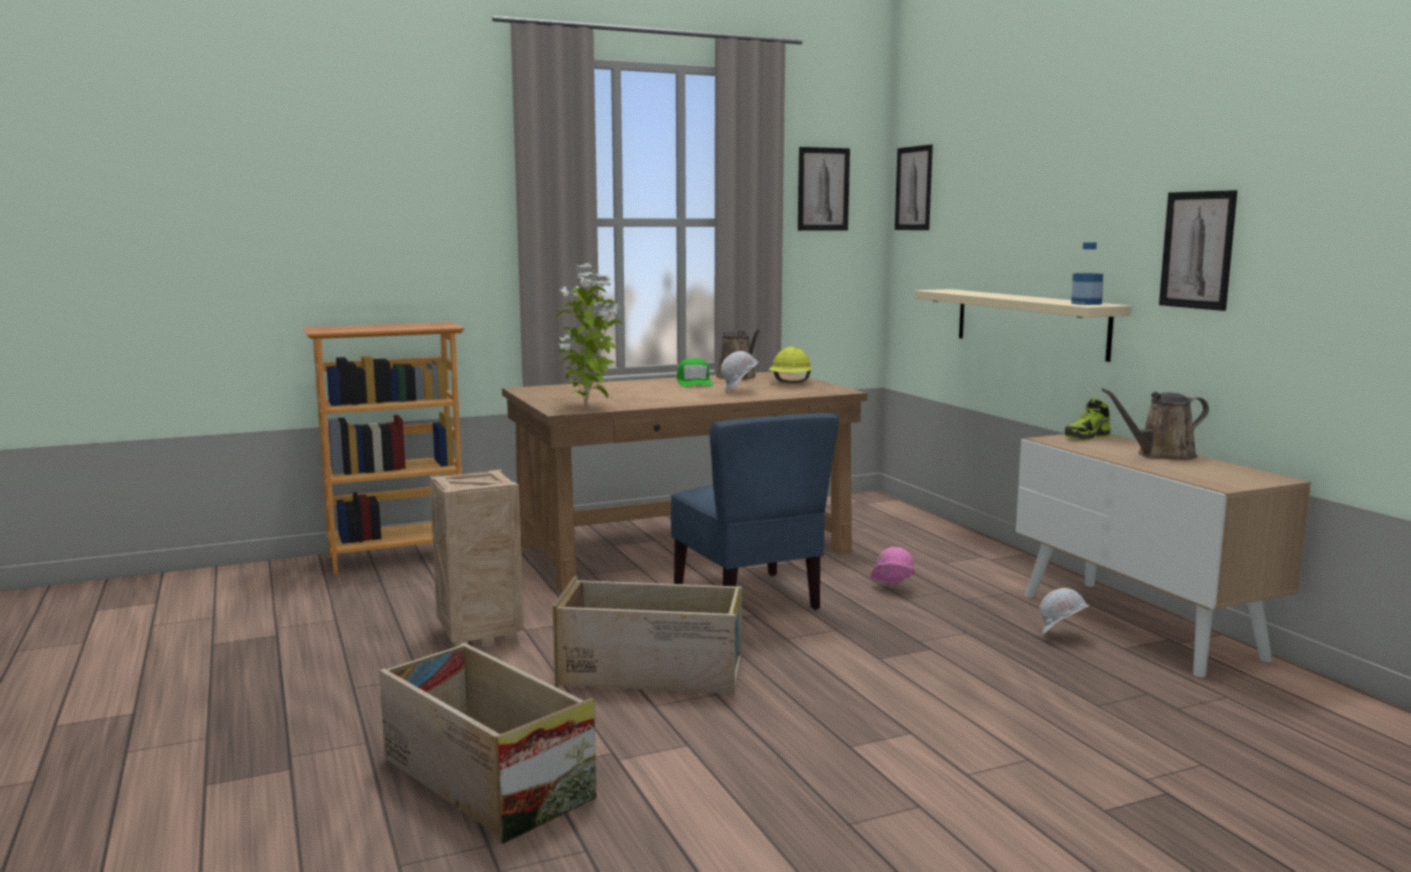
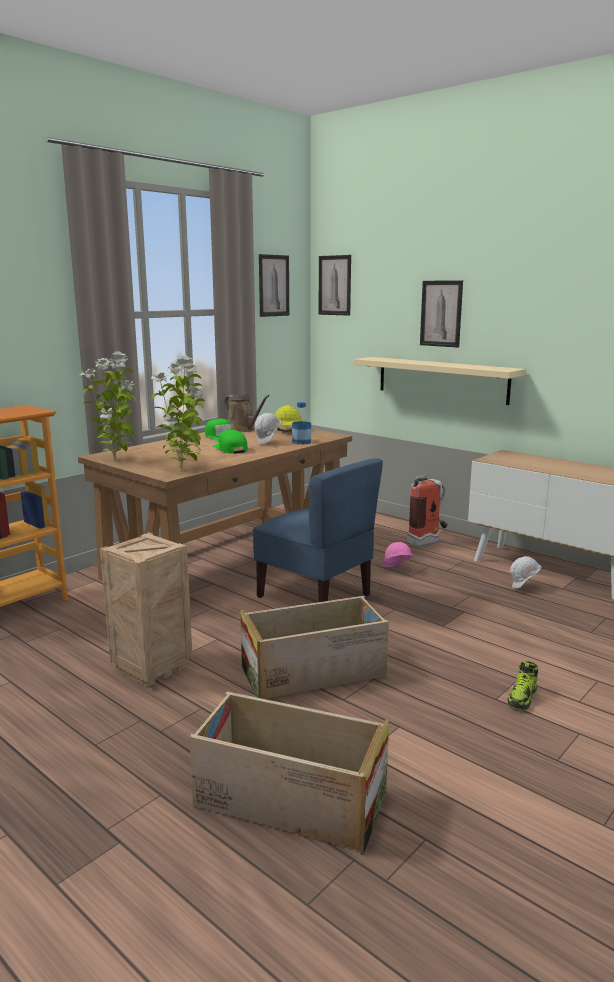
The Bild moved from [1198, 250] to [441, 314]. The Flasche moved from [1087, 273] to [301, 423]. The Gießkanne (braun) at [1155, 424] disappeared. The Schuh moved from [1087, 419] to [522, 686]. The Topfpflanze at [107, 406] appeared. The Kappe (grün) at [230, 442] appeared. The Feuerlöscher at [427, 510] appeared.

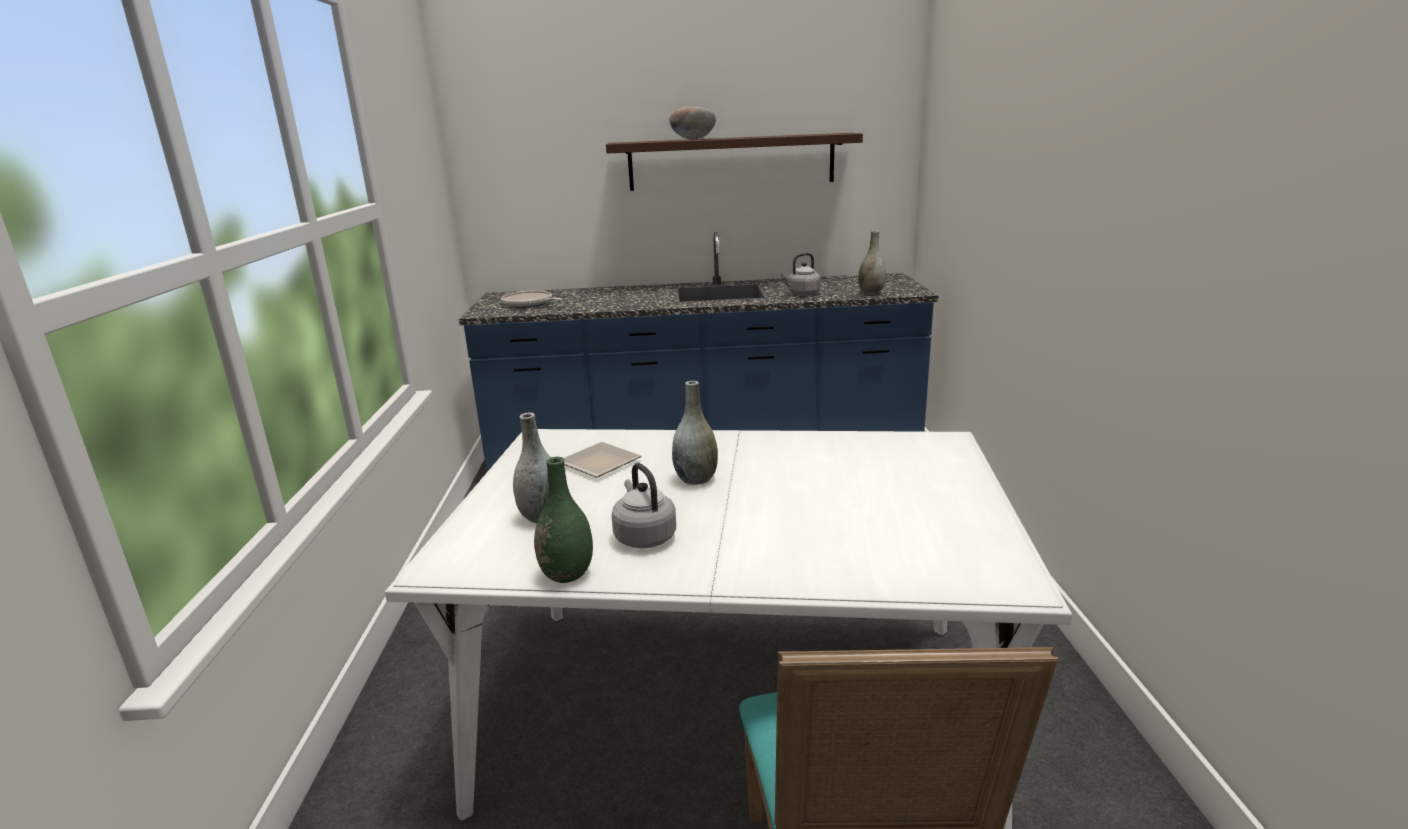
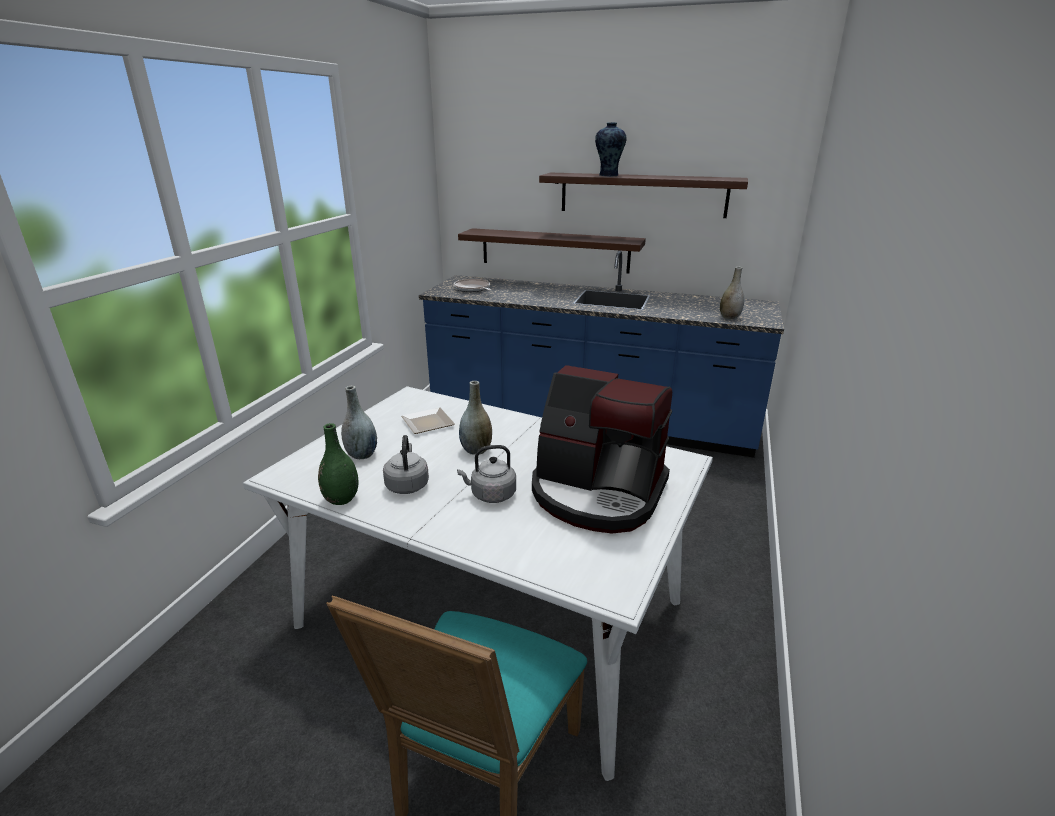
The Schüssel at [692, 123] was replaced by the Vase at [610, 149]. The Wasserkessel (grau) moved from [801, 274] to [486, 474]. The Wandregal at [552, 250] appeared. The Kaffeemaschine at [602, 449] appeared.

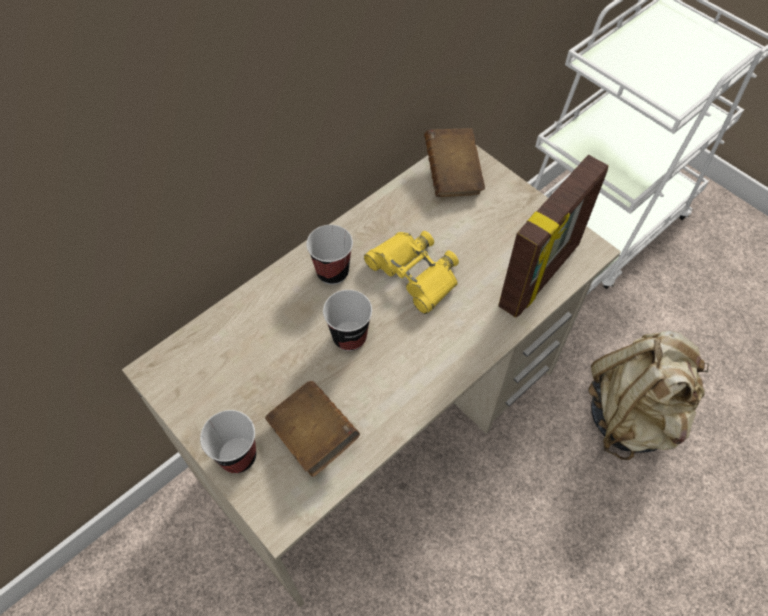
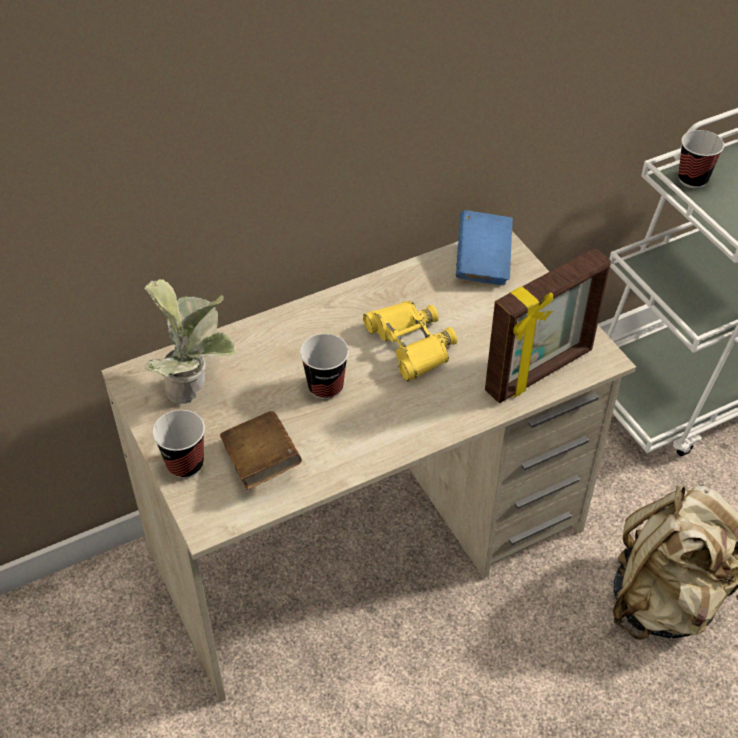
The Buch (braun) at [454, 162] became the Buch (blau) at [484, 247]. The Tasse moved from [330, 255] to [701, 159]. The Topfpflanze at [189, 341] appeared.

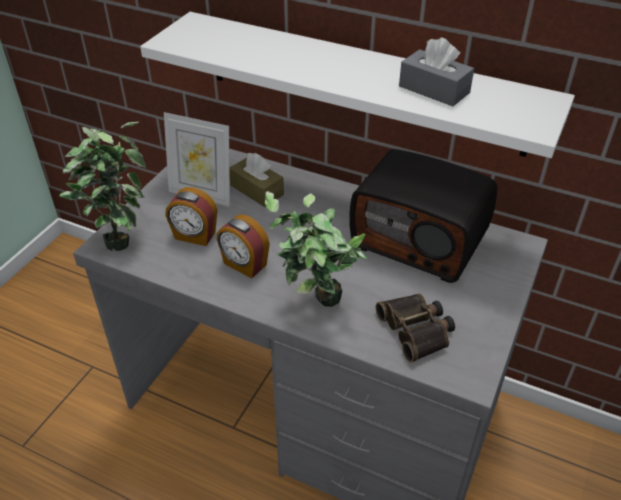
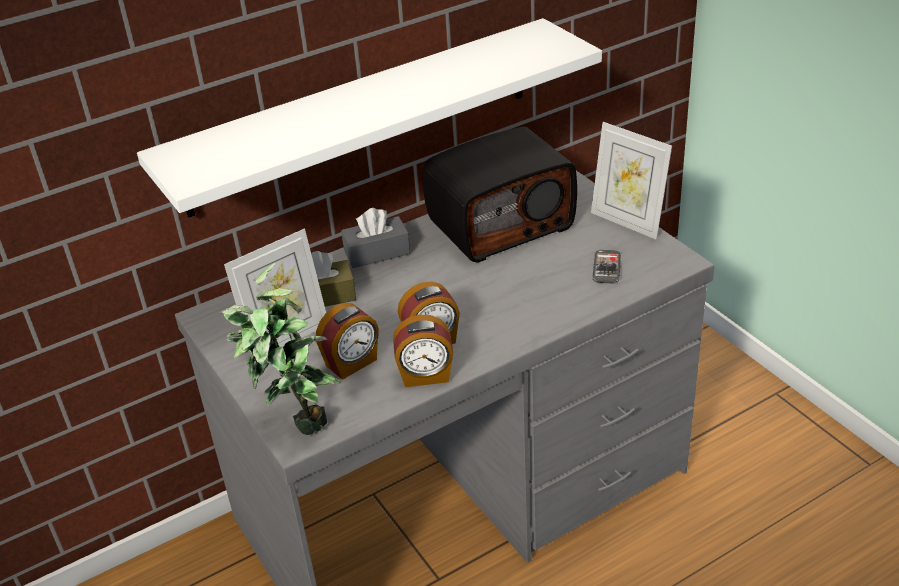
The Taschentuchbox (grau) moved from [436, 72] to [375, 238]. The Topfpflanze at [316, 249] disappeared. The Fernglas at [415, 328] was replaced by the Handy at [607, 267]. The Bilderrahmen at [631, 180] appeared. The Wecker at [423, 351] appeared.

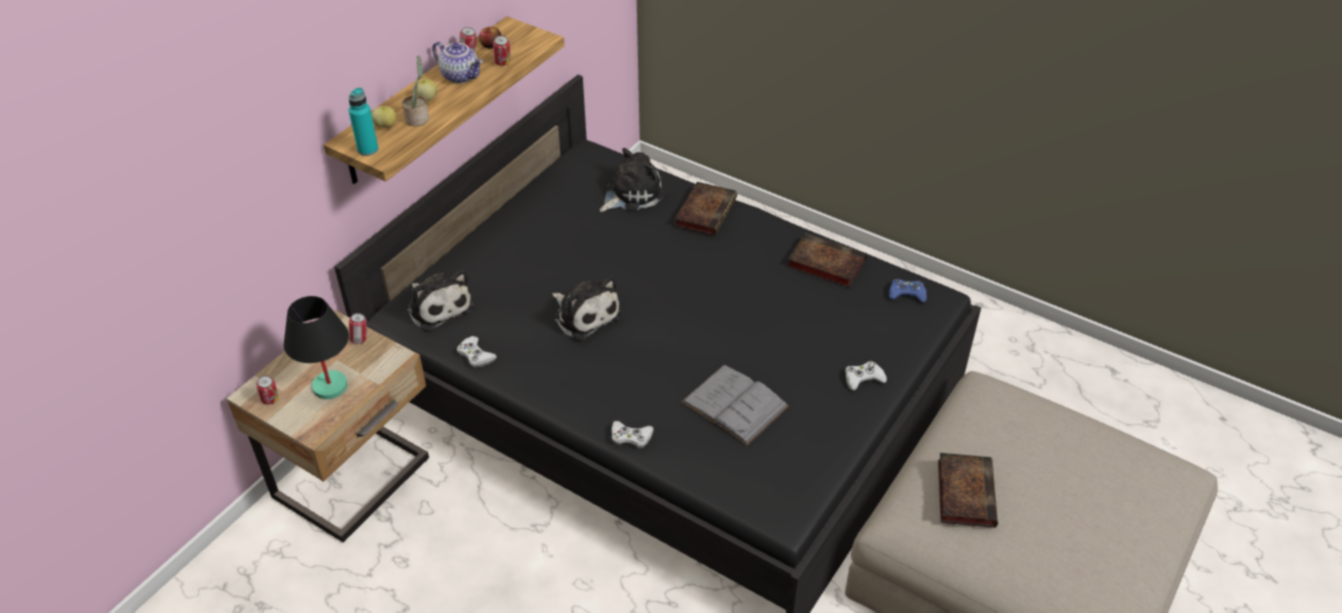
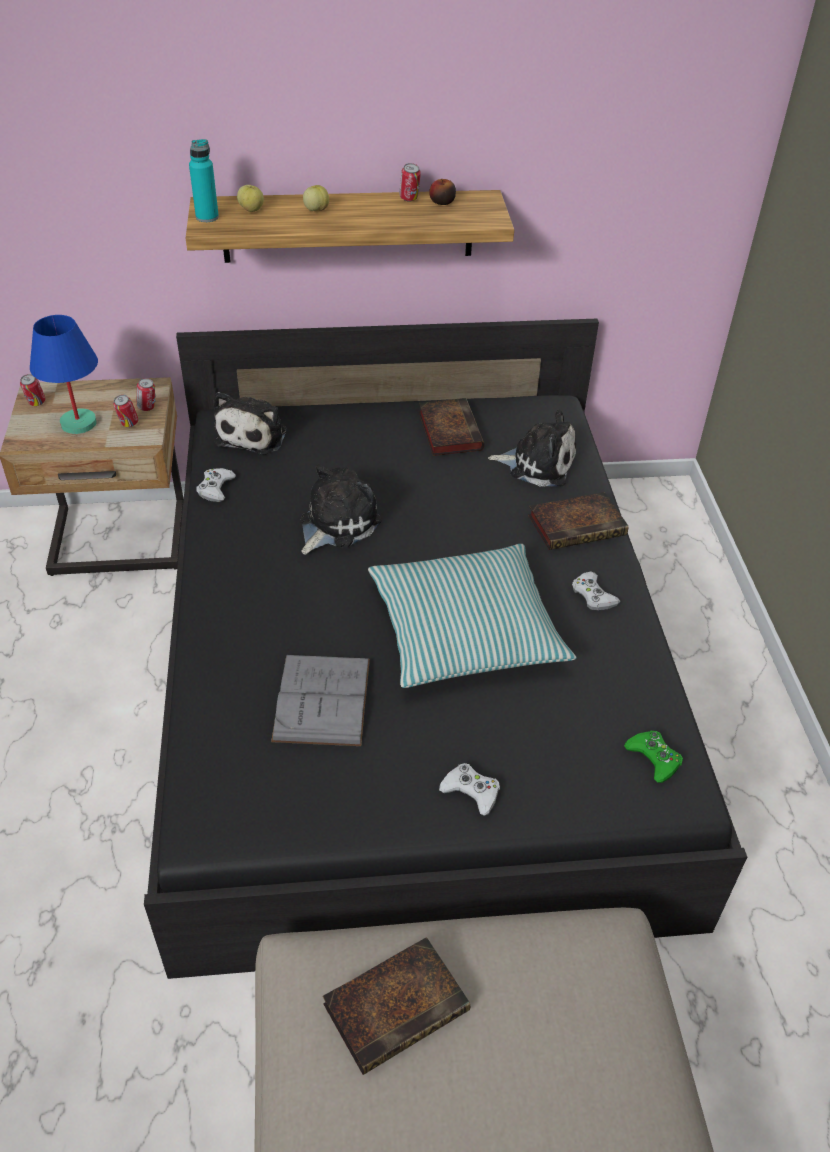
The Dose moved from [501, 50] to [125, 411]. The Teekanne at [457, 63] disappeared. The Topfpflanze at [415, 91] disappeared. The Buch moved from [827, 260] to [451, 427]. The Plüschtier at [587, 308] turned 150 degrees counterclockwise. The Gamepad (blau) at [908, 290] became the Gamepad (grün) at [653, 757]. The Tischlampe (schwarz) at [316, 347] became the Tischlampe (blau) at [64, 374]. The Gamepad (weiß) moved from [632, 434] to [596, 591]. The Kissen at [472, 616] appeared.

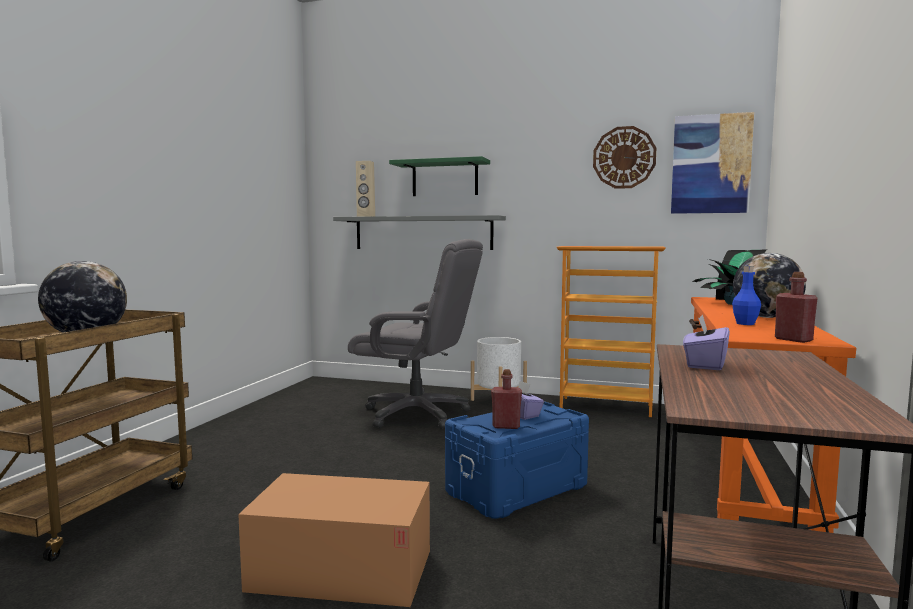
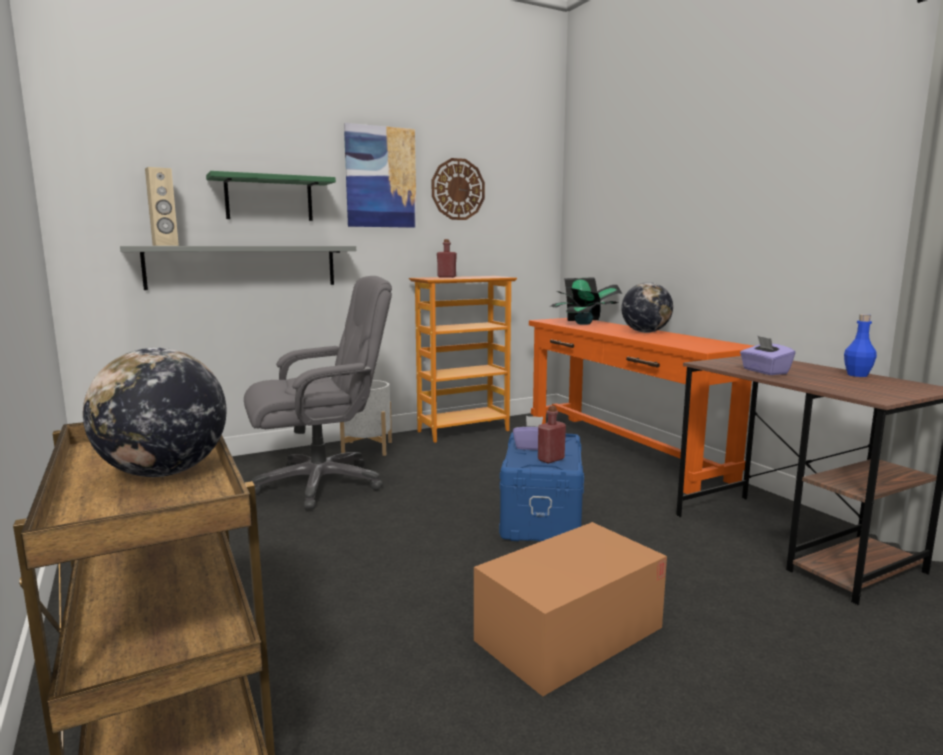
The Bild moved from [712, 163] to [380, 175]. The Flasche (blau) moved from [746, 295] to [860, 345]. The Flasche (rot) moved from [796, 307] to [447, 258].

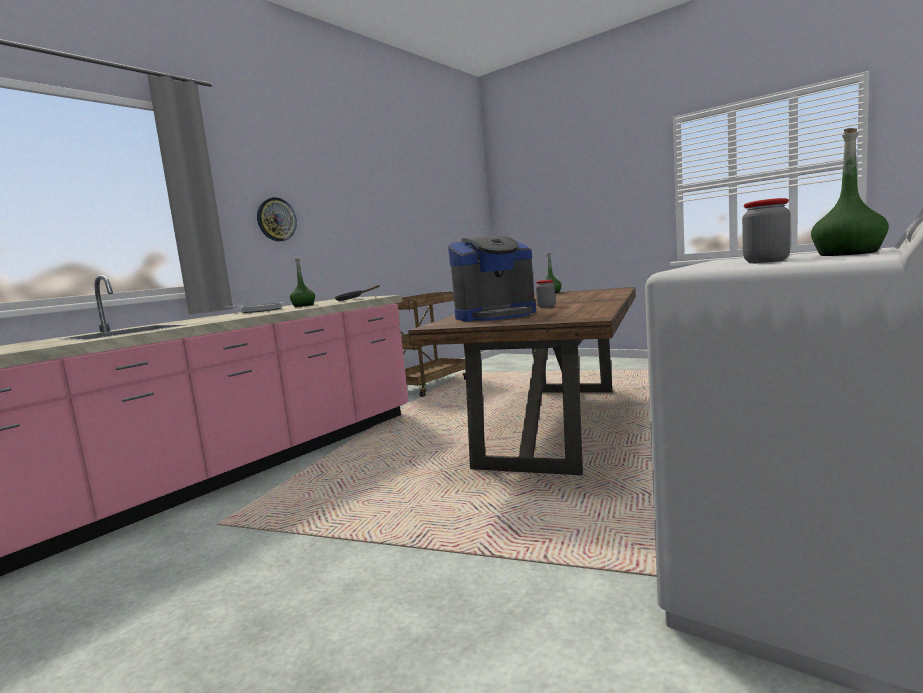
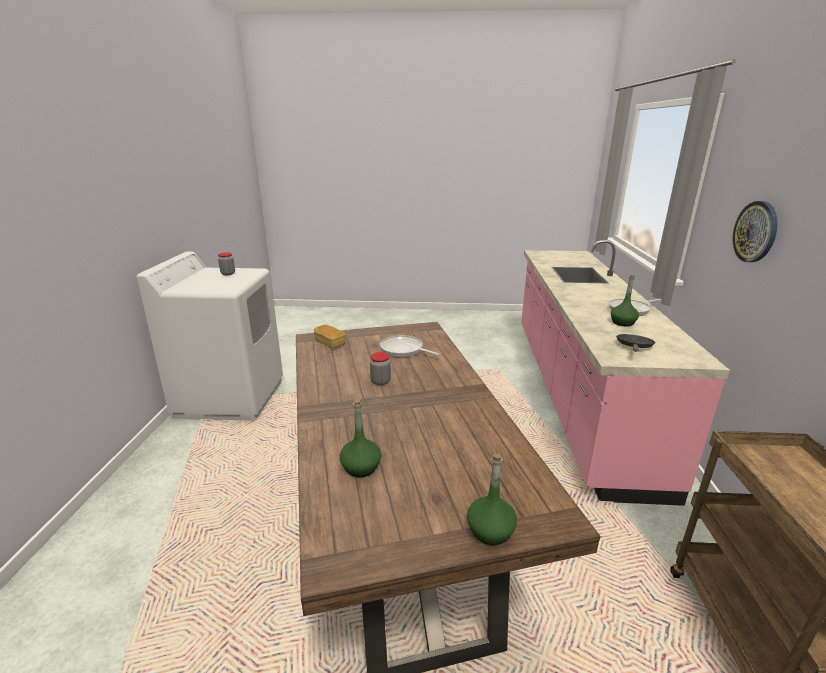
The Flasche (grün) moved from [850, 192] to [360, 438]. The Kaffeemaschine at [492, 278] was replaced by the Pfanne at [410, 346]. The Brot at [330, 336] appeared.

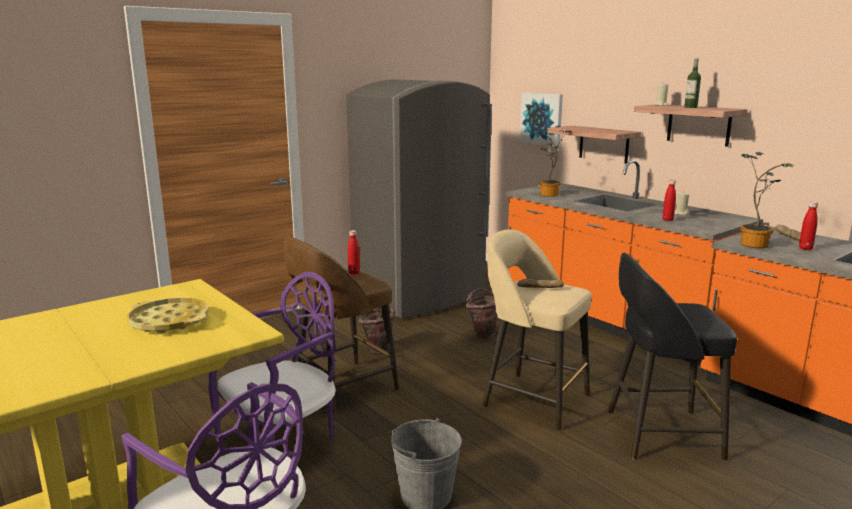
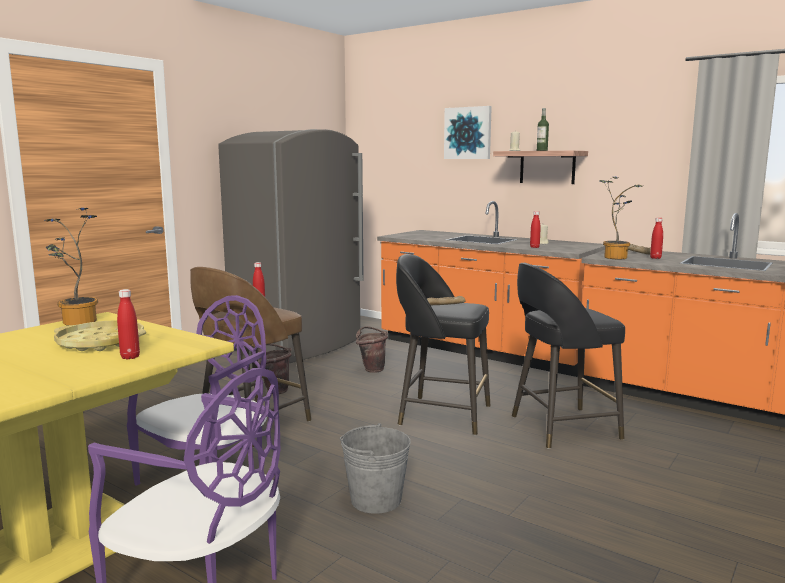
The Bild moved from [541, 119] to [468, 132]. The Topfpflanze moved from [553, 161] to [71, 267]. The Wandregal at [594, 145] disappeared. The Hocker (beige) at [536, 330] became the Hocker (schwarz) at [443, 344]. The Flasche (rot) at [128, 324] appeared.

